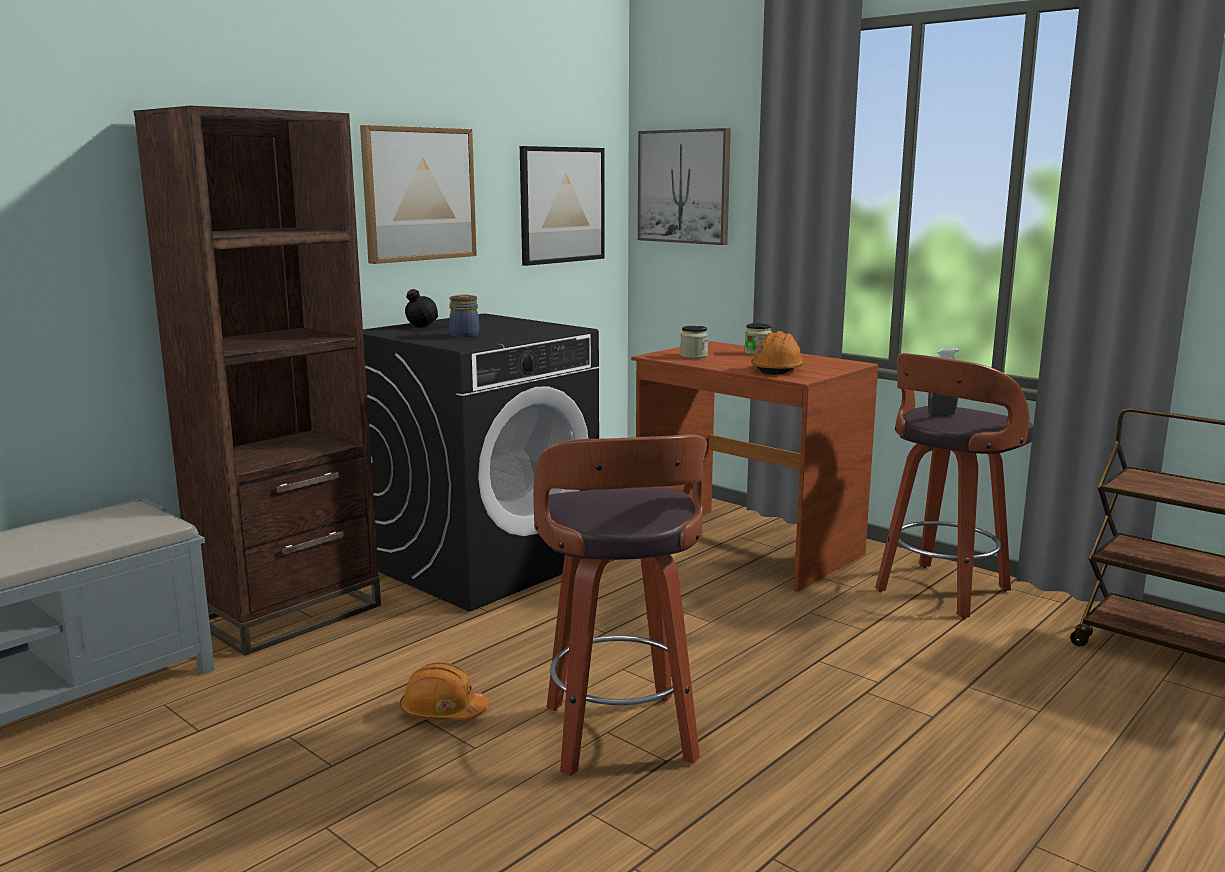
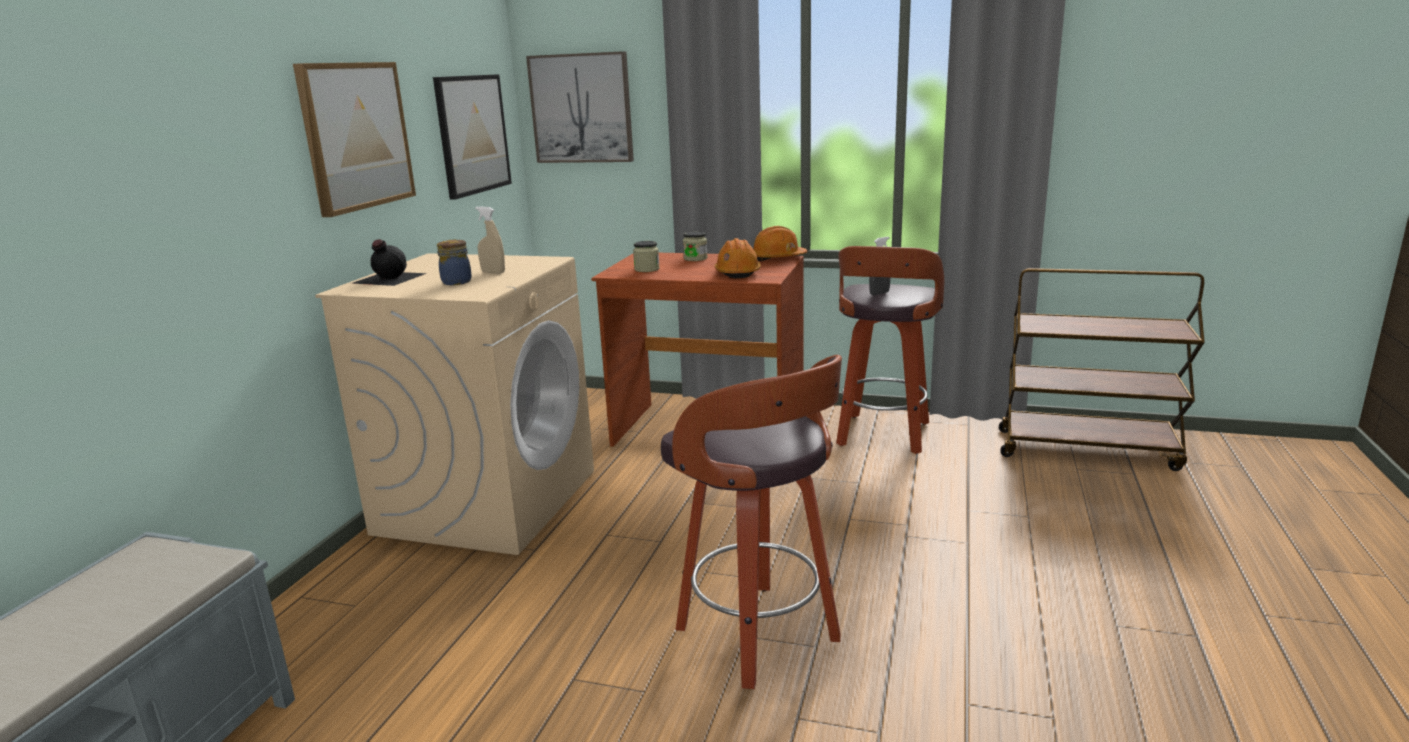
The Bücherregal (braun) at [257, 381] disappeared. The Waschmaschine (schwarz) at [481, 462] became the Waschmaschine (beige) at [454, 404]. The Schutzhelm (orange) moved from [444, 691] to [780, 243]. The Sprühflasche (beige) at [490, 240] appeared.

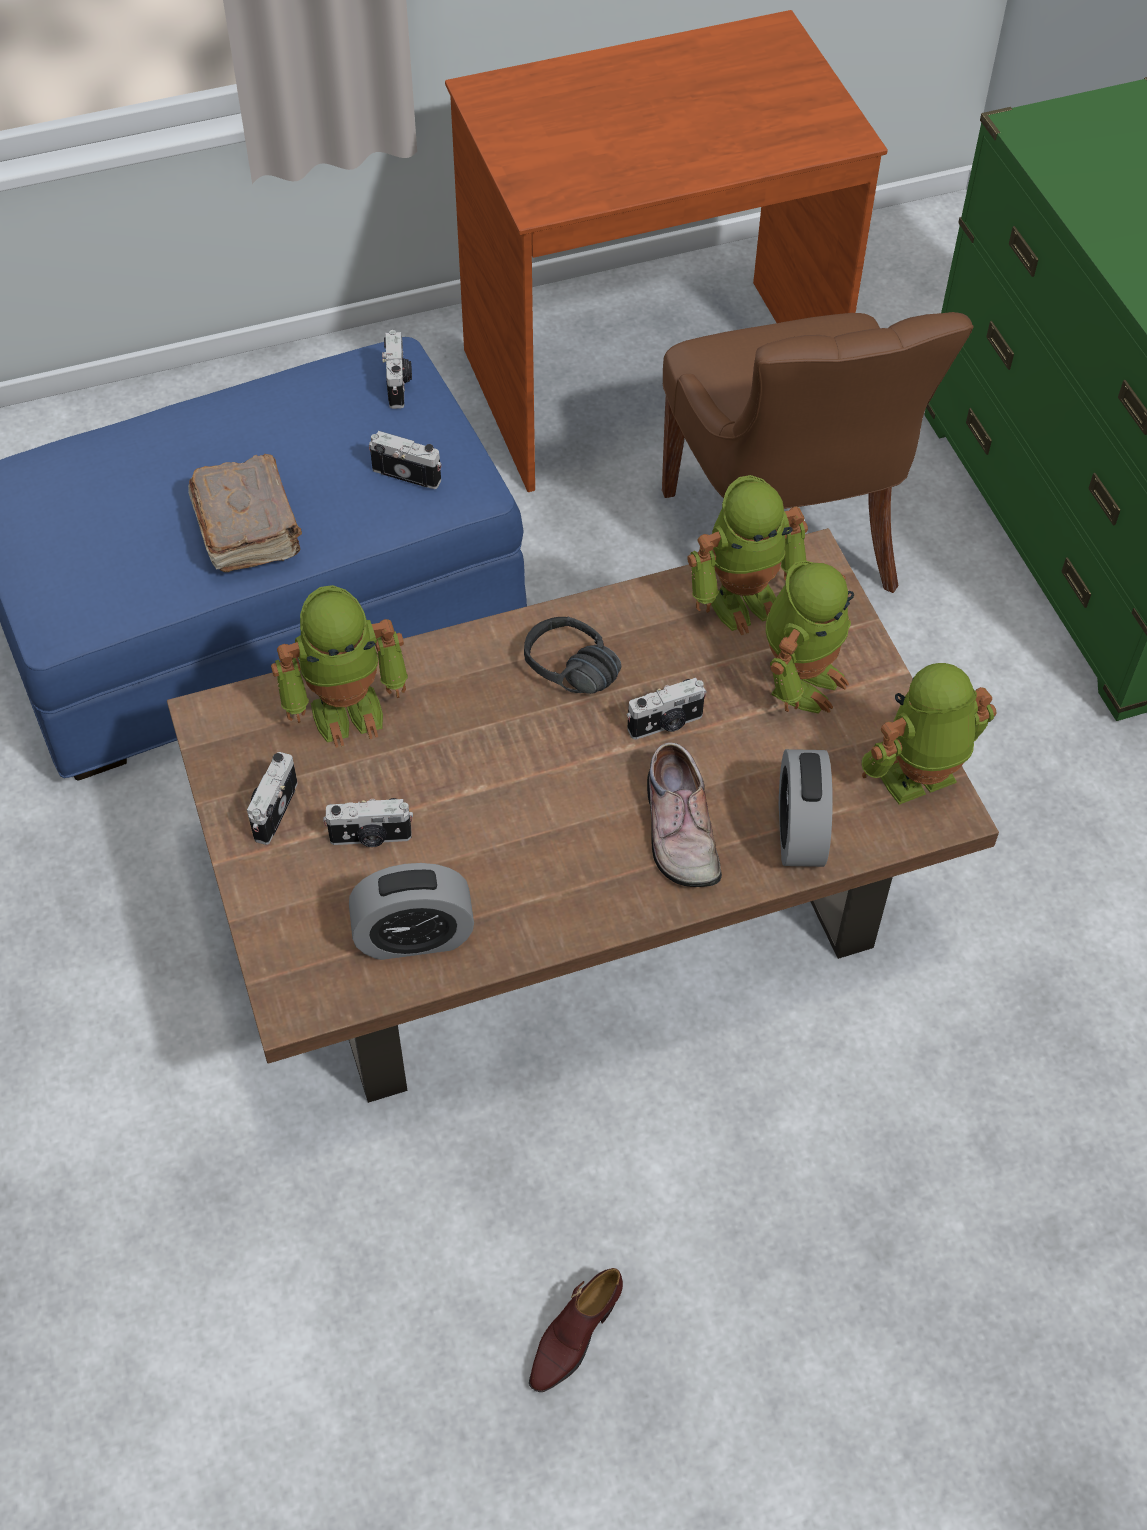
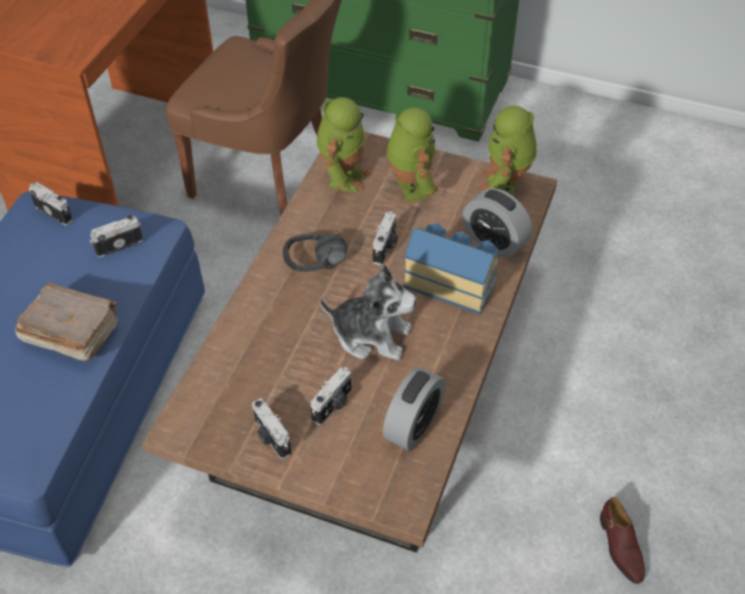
The Spielzeugroboter at [339, 666] disappeared. The Schuh at [684, 814] was replaced by the Spielzeughaus at [451, 269]. The Plüschtier at [367, 313] appeared.

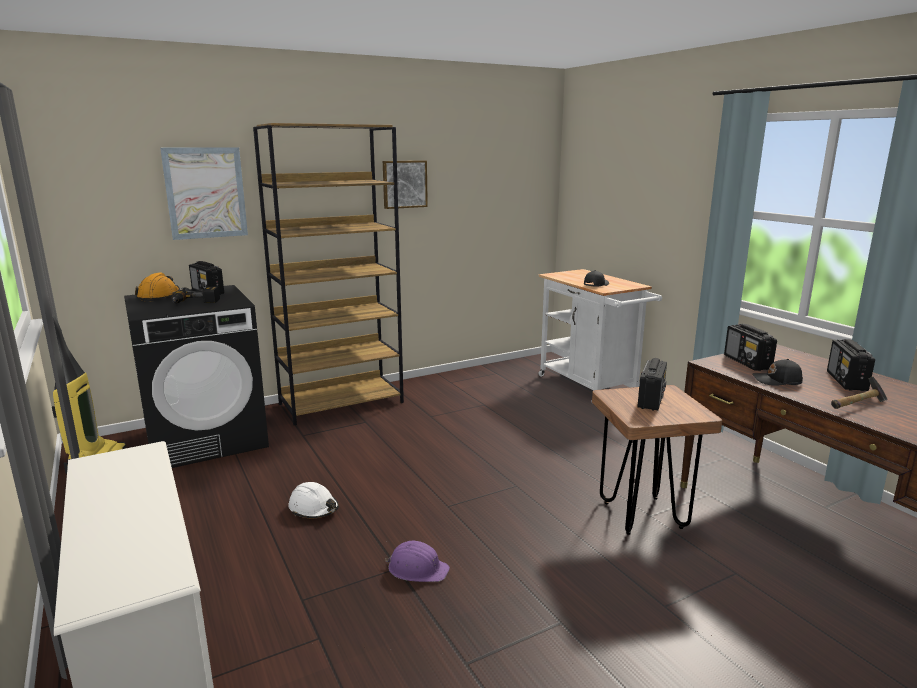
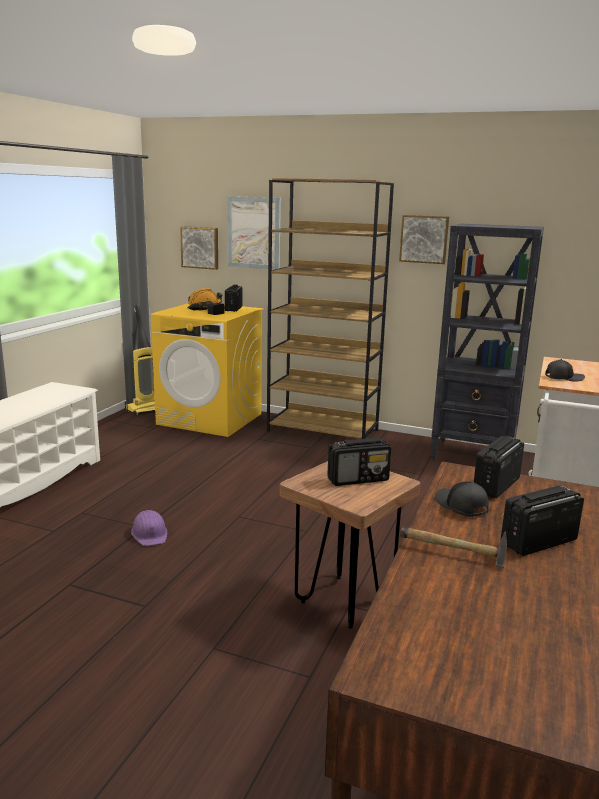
The Waschmaschine (schwarz) at [196, 376] became the Waschmaschine (gelb) at [207, 370]. The Schutzhelm (weiß) at [313, 500] disappeared. The Bücherregal (schwarz) at [487, 342] appeared. The Bild at [199, 248] appeared.

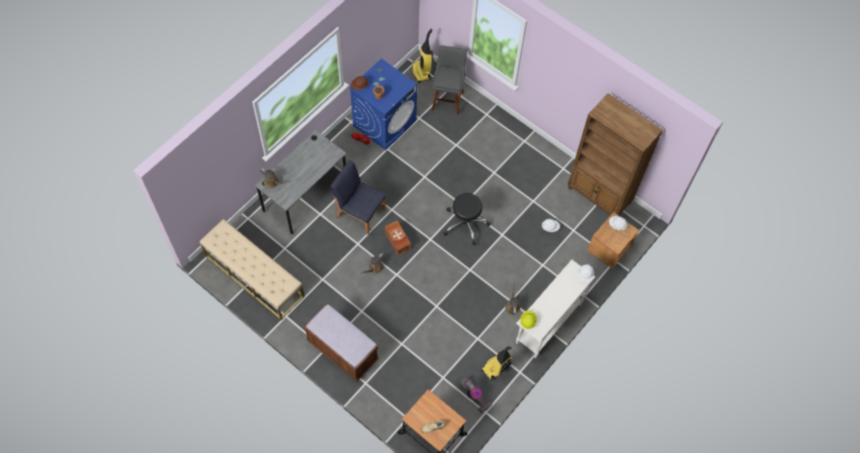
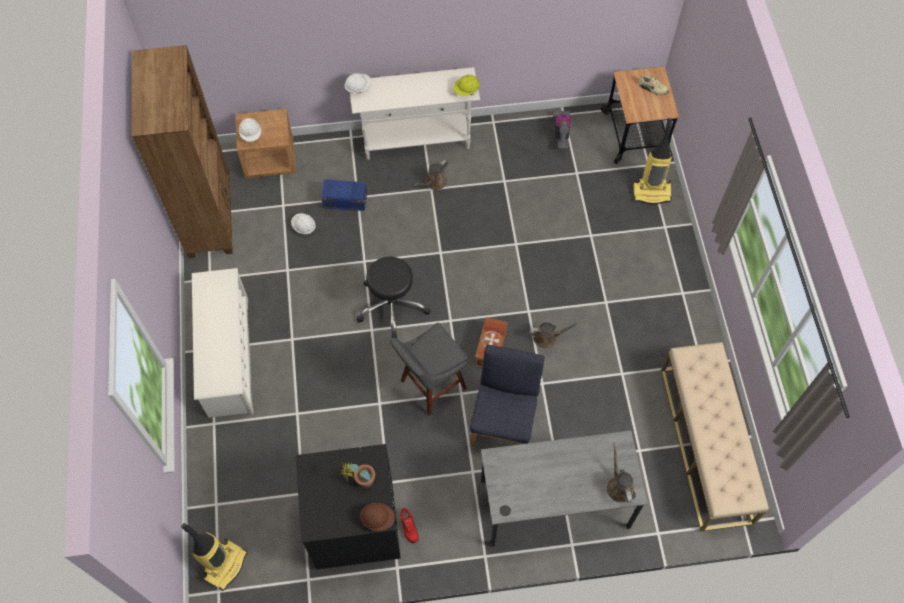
The Hocker (grau) moved from [449, 80] to [430, 369]. The Waschmaschine (blau) at [383, 104] became the Waschmaschine (schwarz) at [348, 507]. The Stuhl (blau) at [358, 197] turned 150 degrees counterclockwise. The Bank (braun) at [341, 343] disappeared. The Staubsauger moved from [497, 363] to [652, 161]. The Aufbewahrungsbox (blau) at [344, 195] appeared. The Schuhregal (weiß) at [223, 343] appeared.

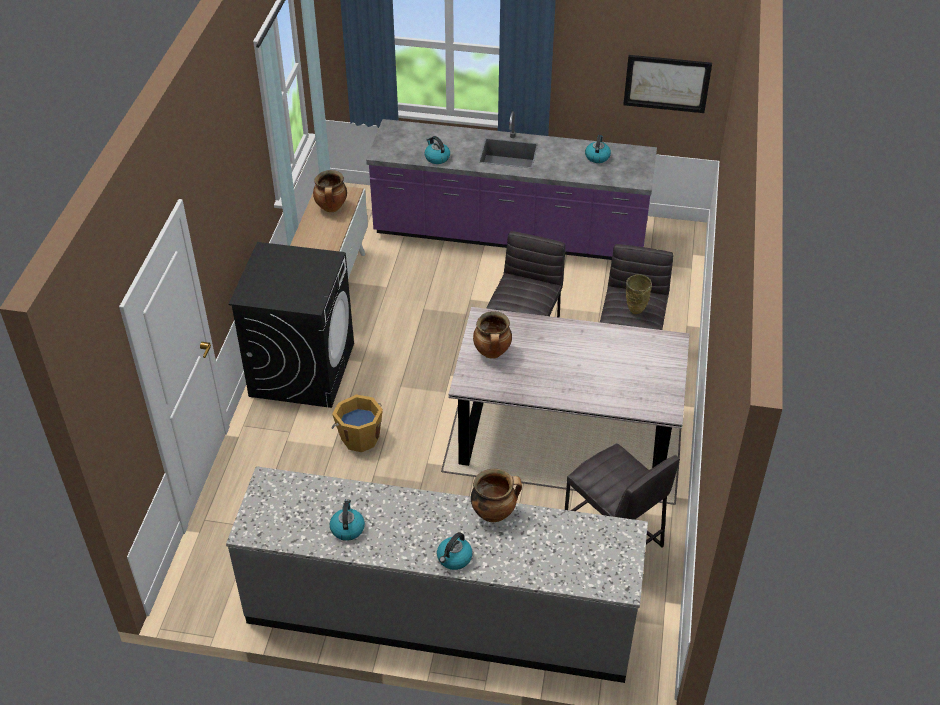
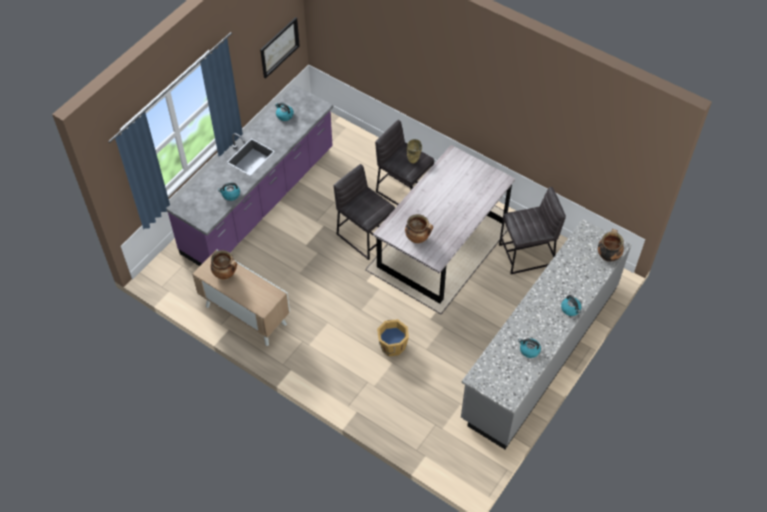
The Waschmaschine (schwarz) at [291, 325] disappeared. The Kochtopf moved from [496, 495] to [611, 245].

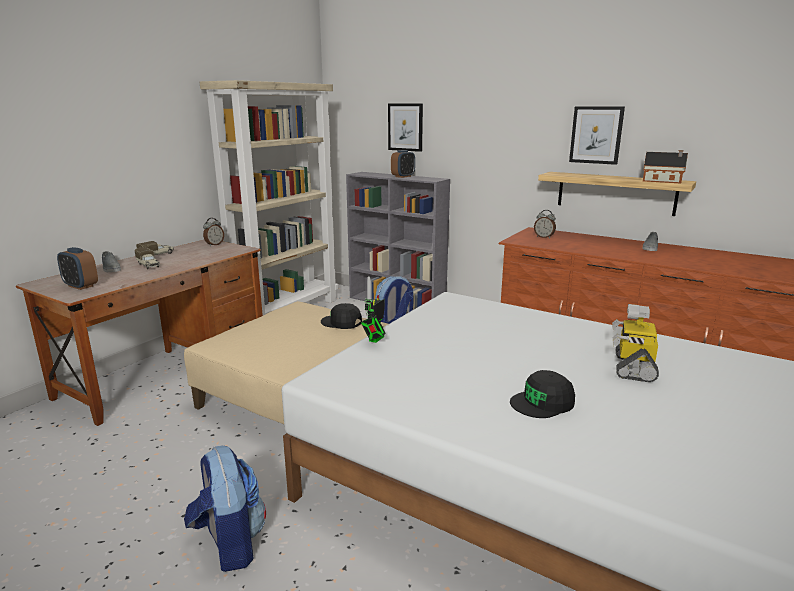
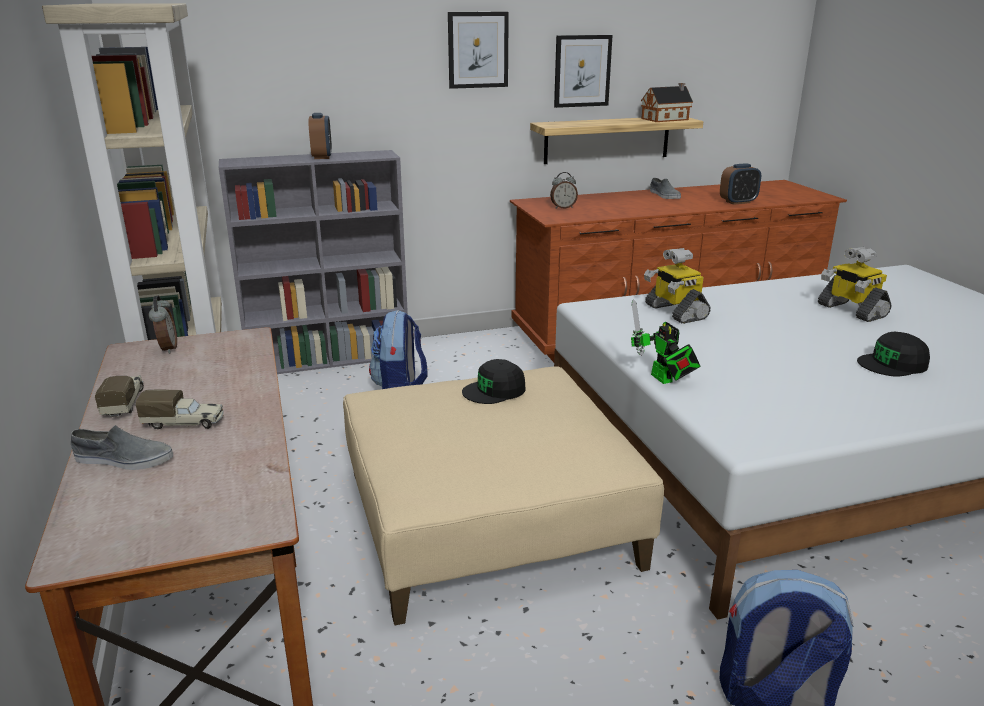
The Bild moved from [405, 128] to [478, 50]. The Wecker moved from [77, 268] to [740, 184]. The Kappe (schwarz) at [542, 394] turned 60 degrees clockwise. The Spielzeugroboter at [677, 286] appeared.

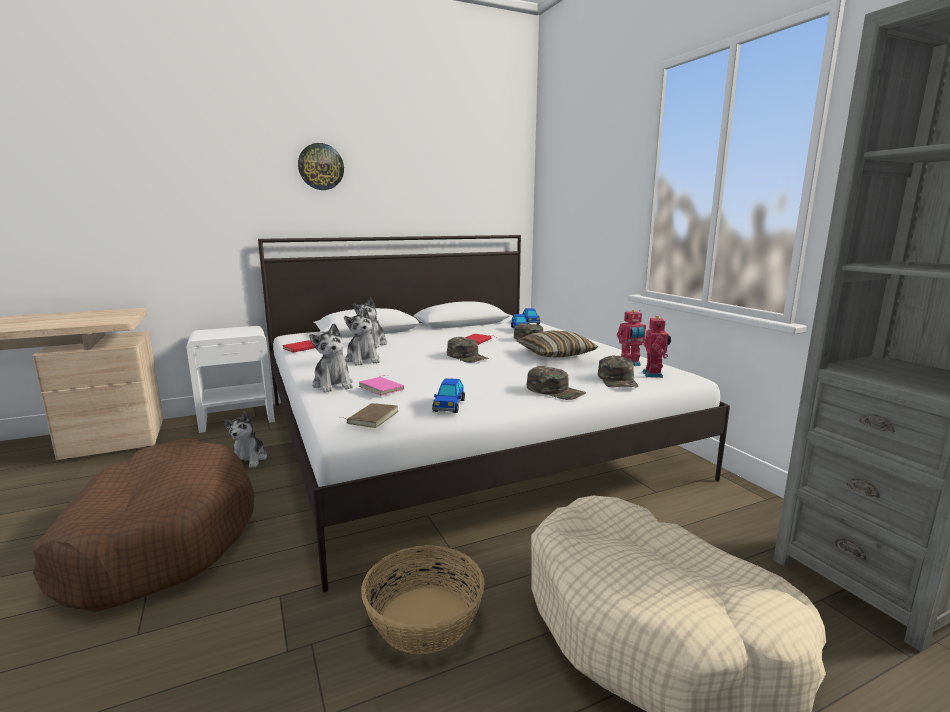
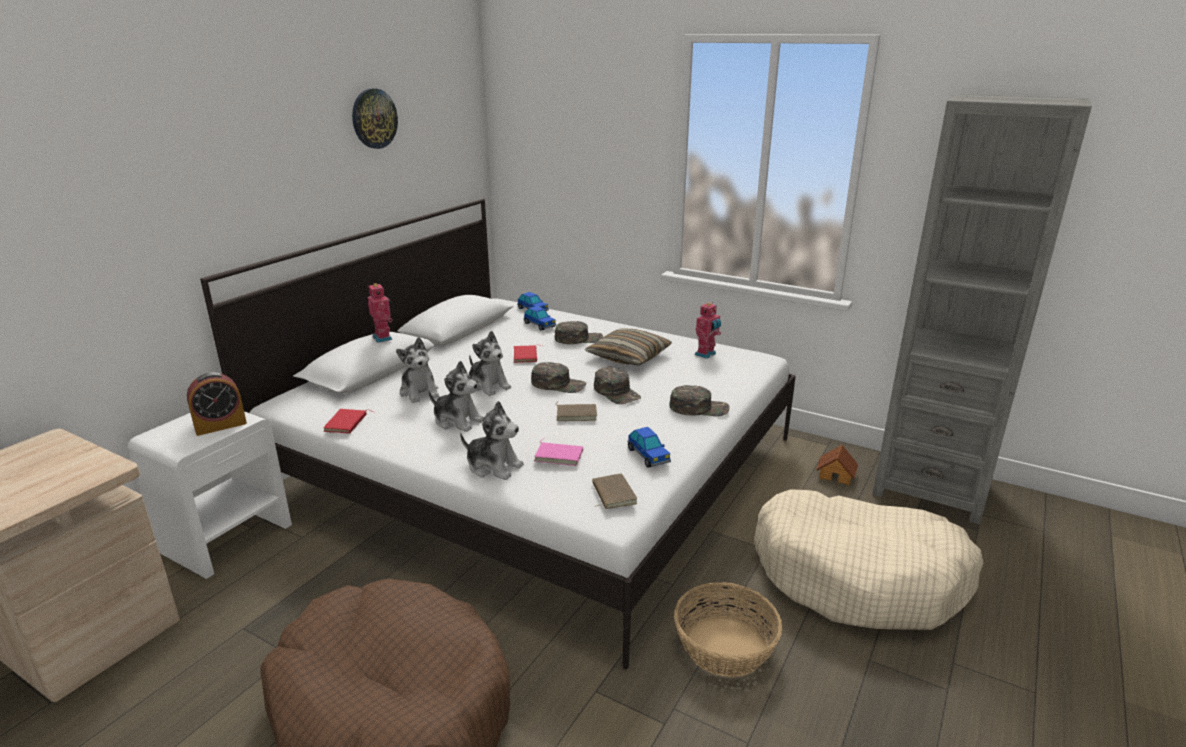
The Wanduhr moved from [321, 166] to [375, 118]. The Spielzeugroboter moved from [657, 347] to [380, 312]. The Kappe (grün) moved from [618, 372] to [617, 385]. The Plüschtier moved from [245, 439] to [490, 363]. The Wecker at [217, 404] appeared. The Buch (braun) at [576, 411] appeared. The Spielzeughaus at [837, 465] appeared.

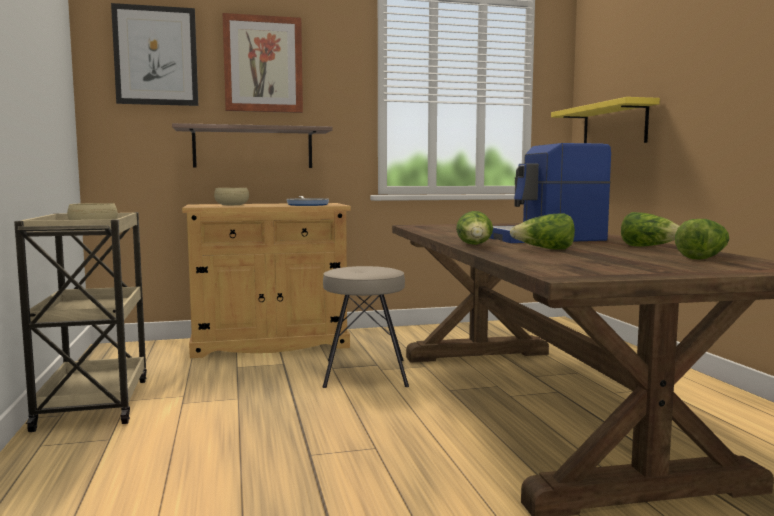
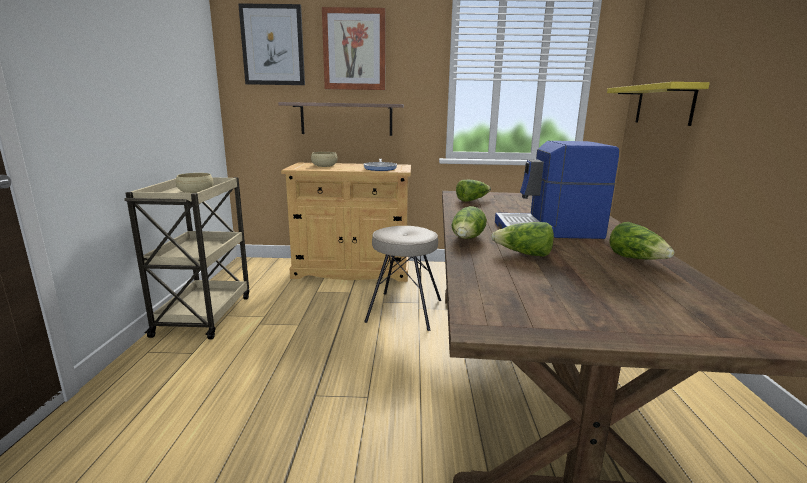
The Salatkopf moved from [702, 239] to [473, 191].

